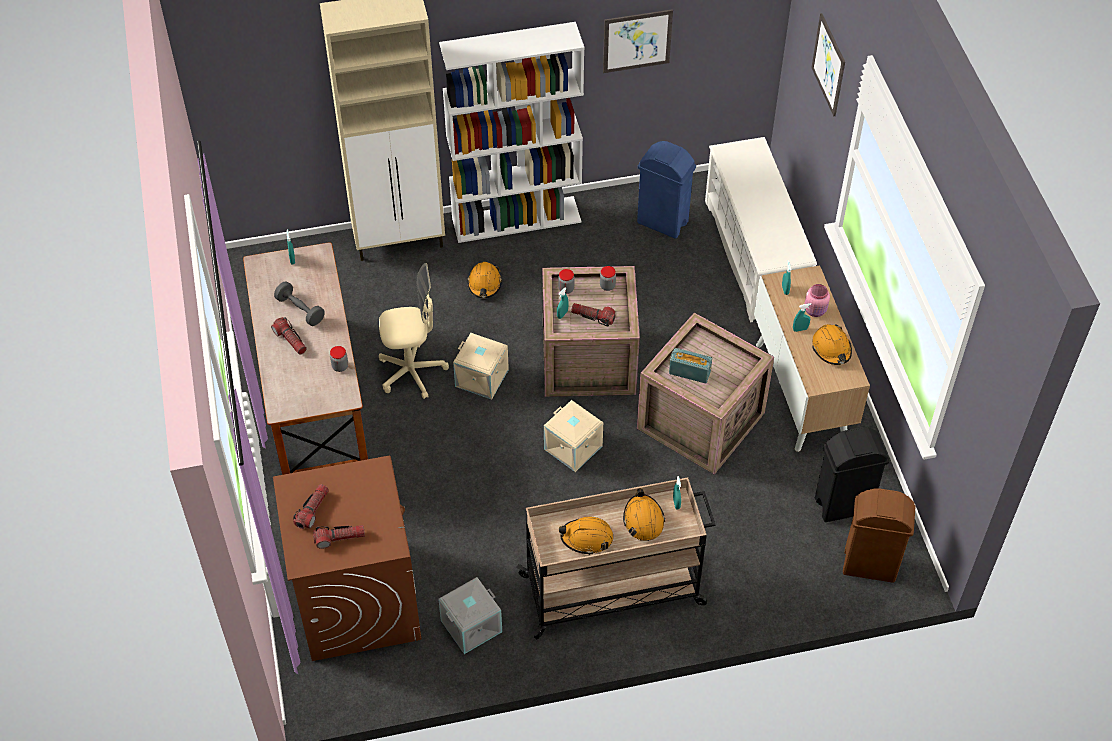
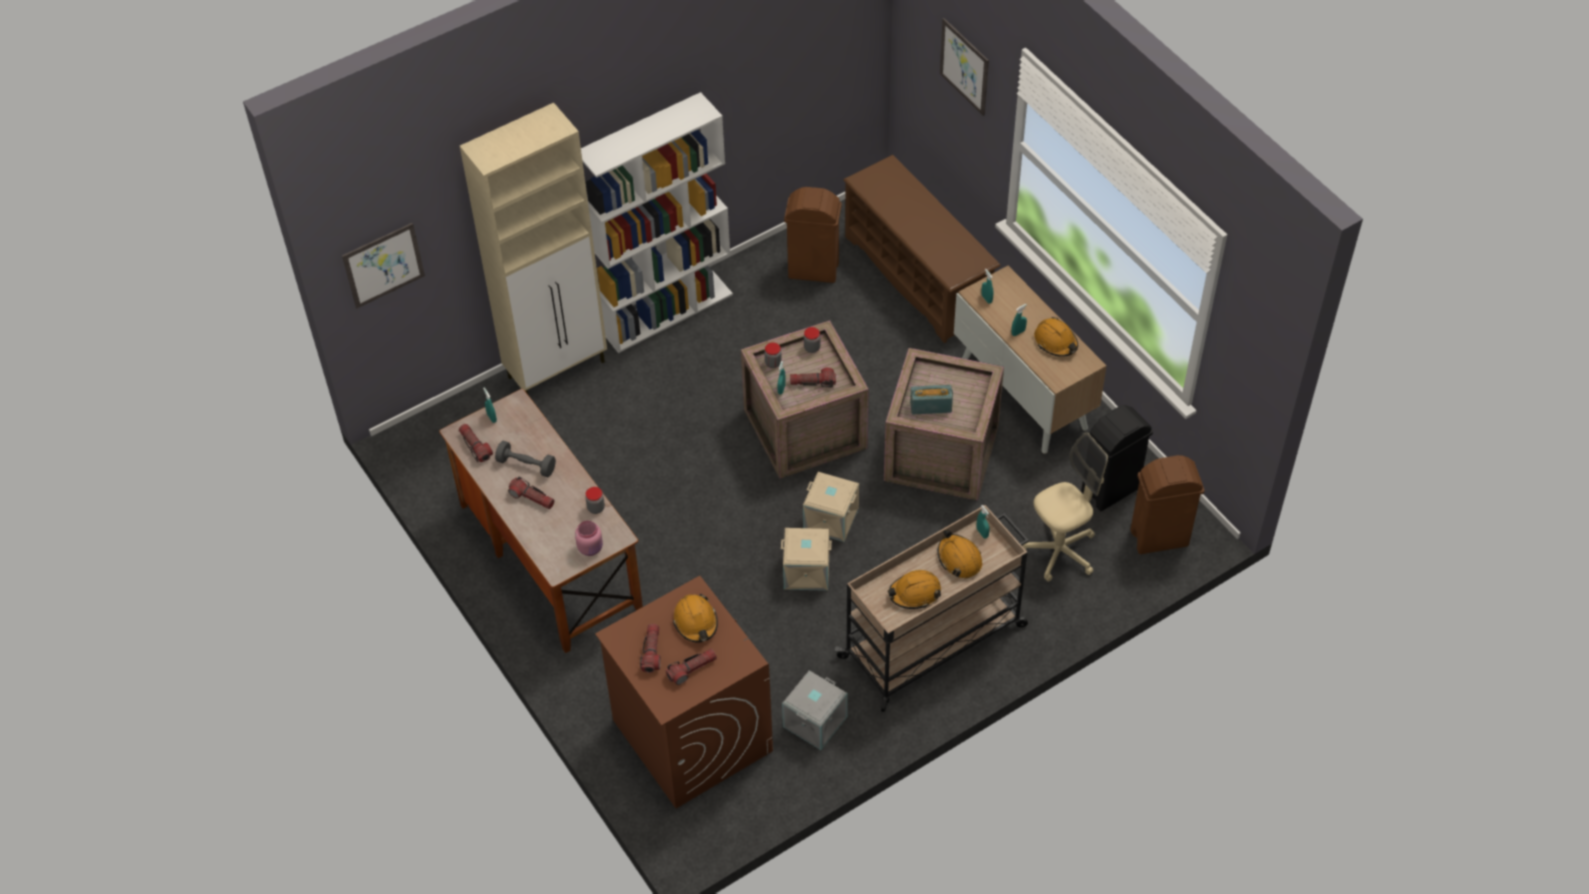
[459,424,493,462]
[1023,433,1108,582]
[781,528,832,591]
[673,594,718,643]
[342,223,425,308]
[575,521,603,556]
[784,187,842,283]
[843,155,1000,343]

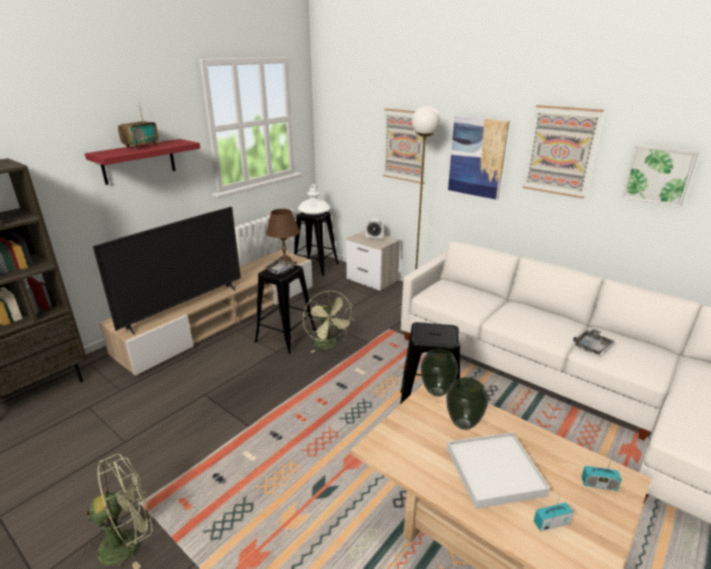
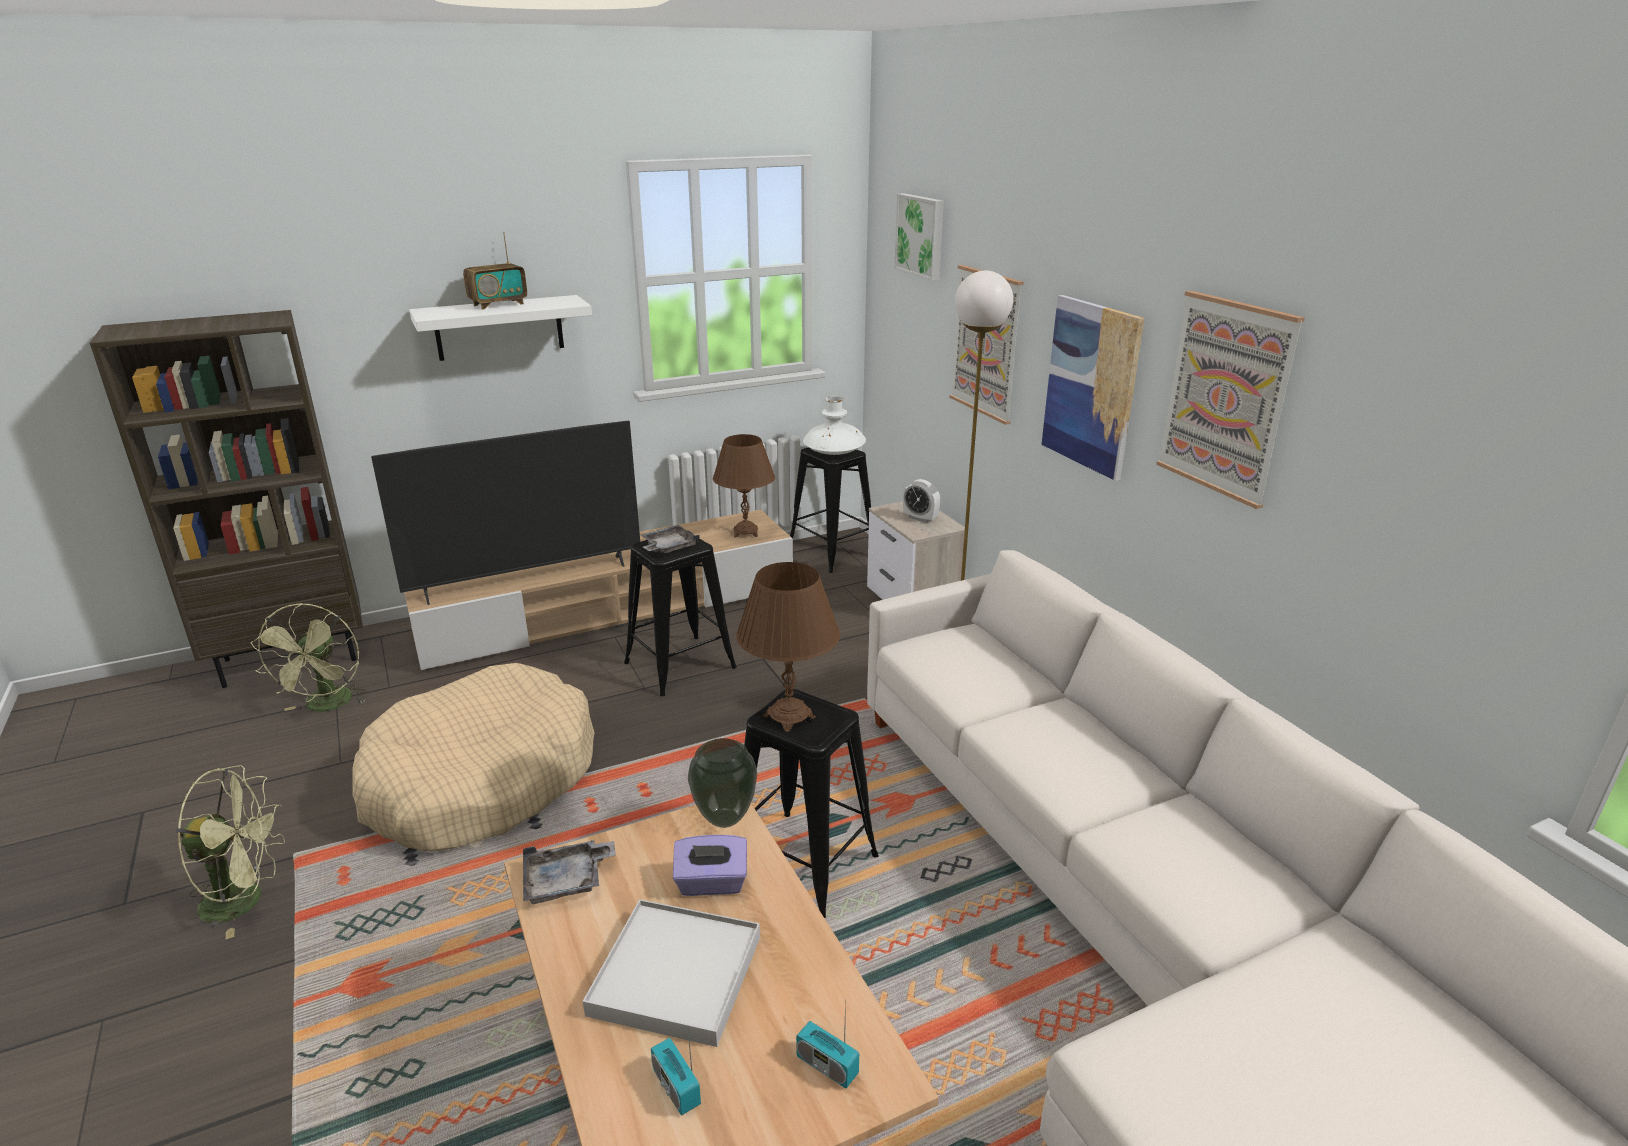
[353,663,595,852]
[736,562,840,732]
[250,603,368,712]
[523,840,616,904]
[894,193,944,281]
[673,835,747,896]
[409,295,592,361]
[651,1030,701,1116]

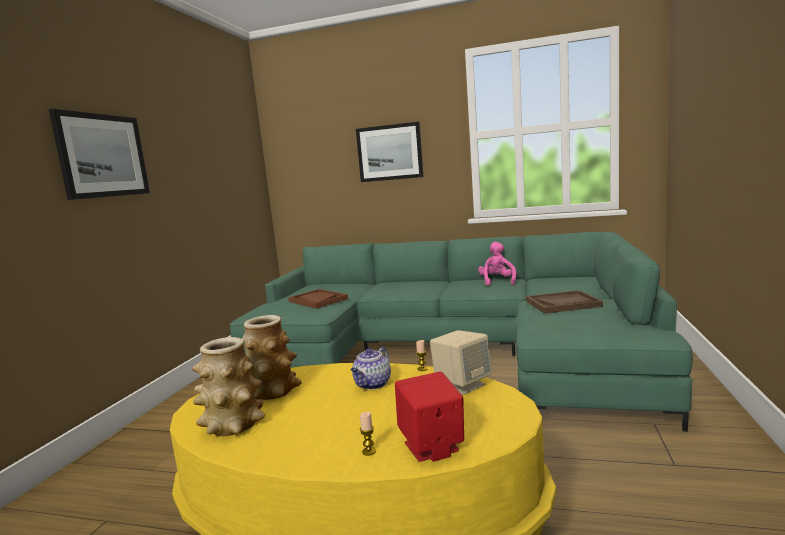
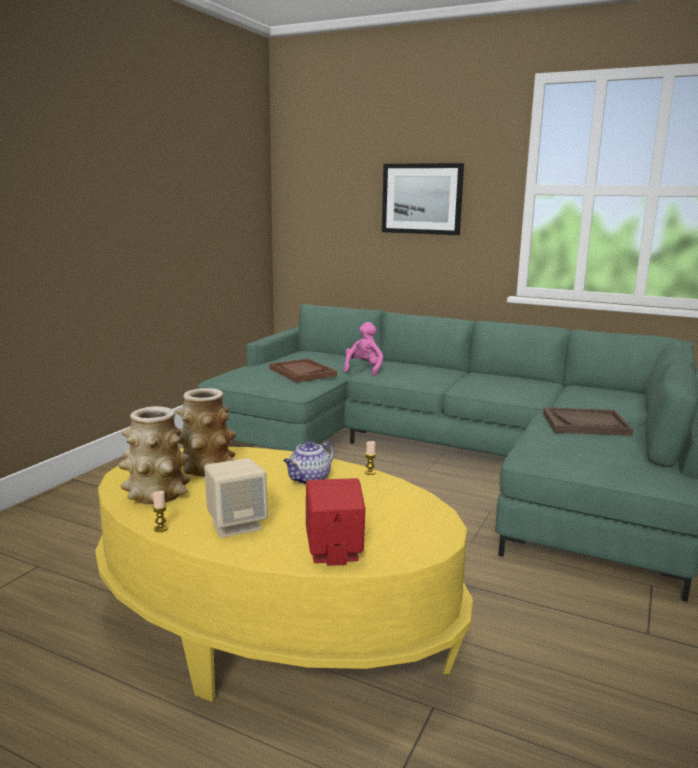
[49,109,150,200] (first image)
[153,491,168,532]
[204,458,268,538]
[344,322,383,376]

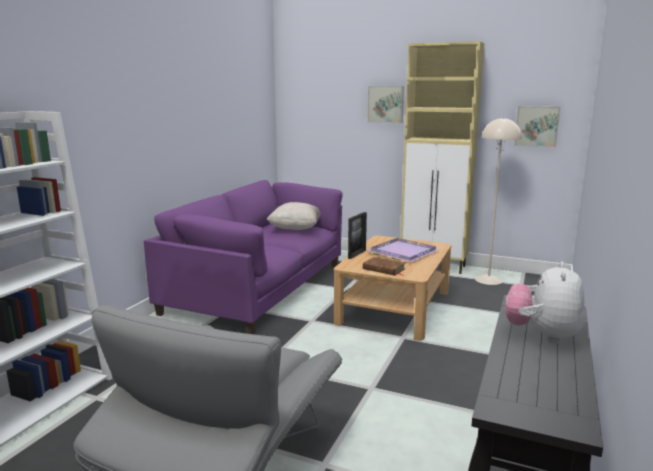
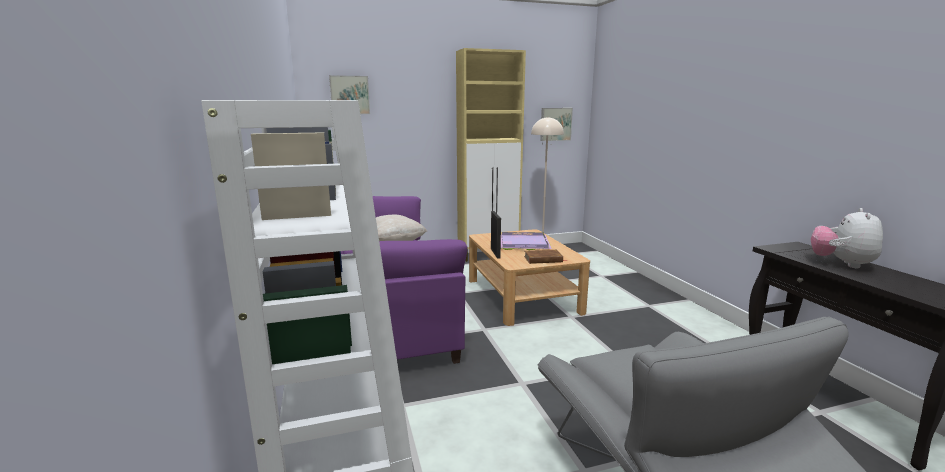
[329,75,370,114]
[811,208,883,268]

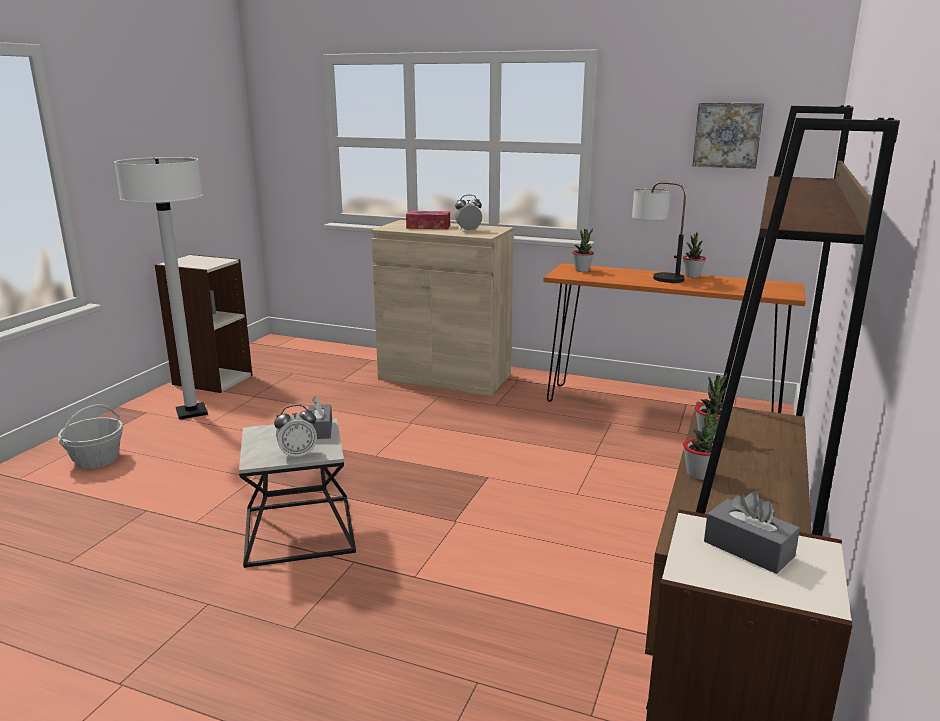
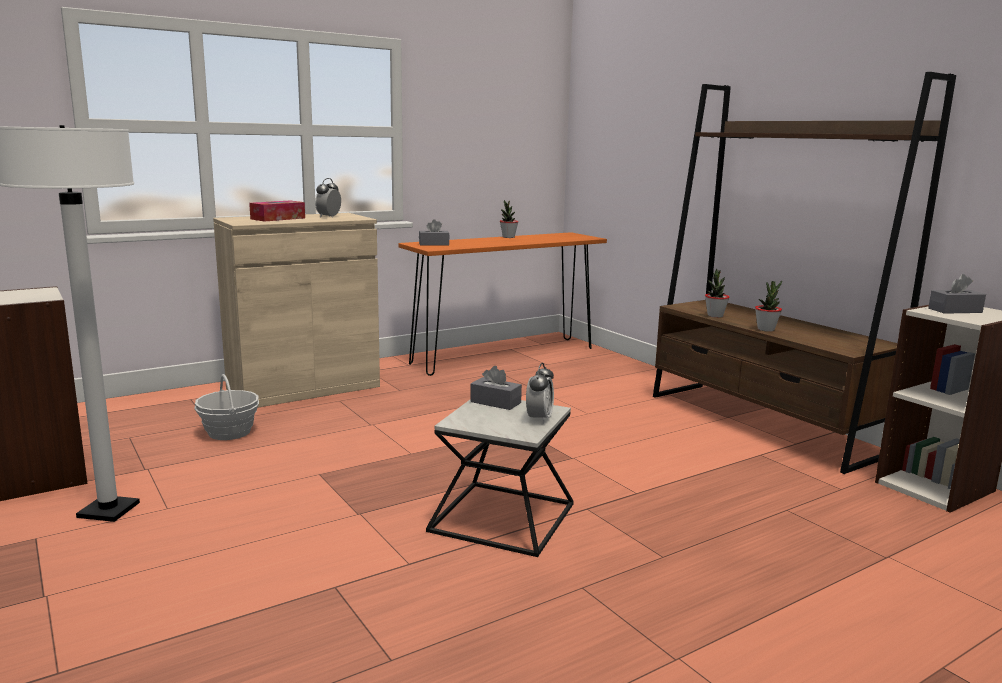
[632,182,686,283] (first image)
[692,102,764,169] (first image)
[194,374,259,440]
[419,219,450,245]

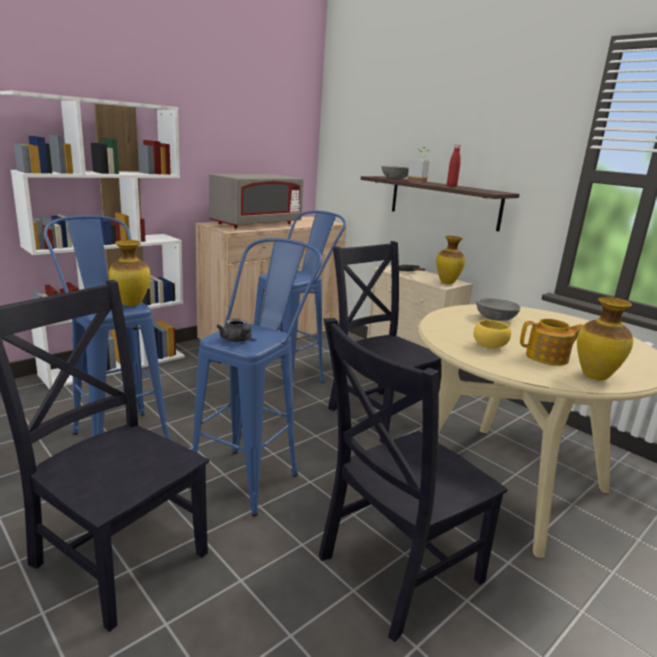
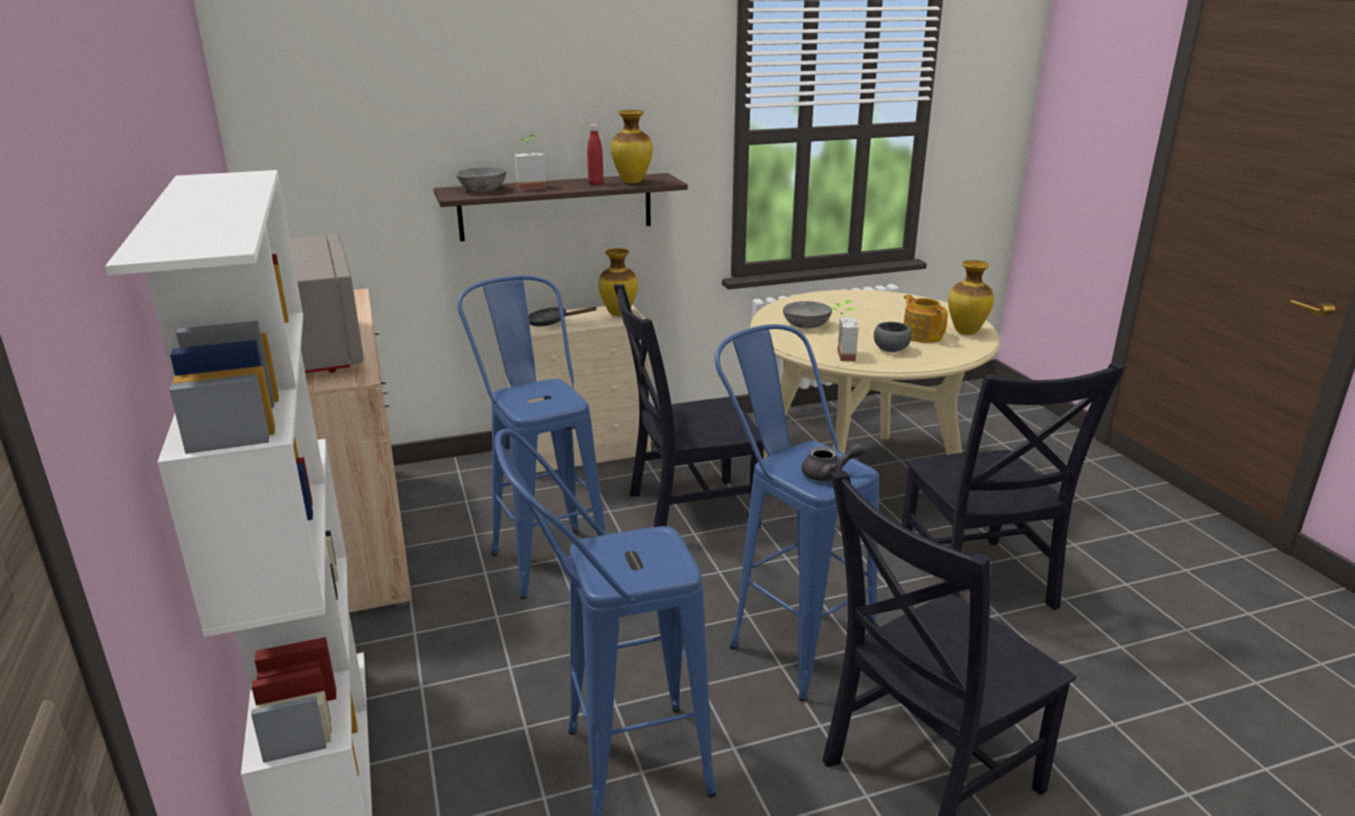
[831,300,858,361]
[611,110,653,184]
[874,322,912,352]
[904,295,948,343]

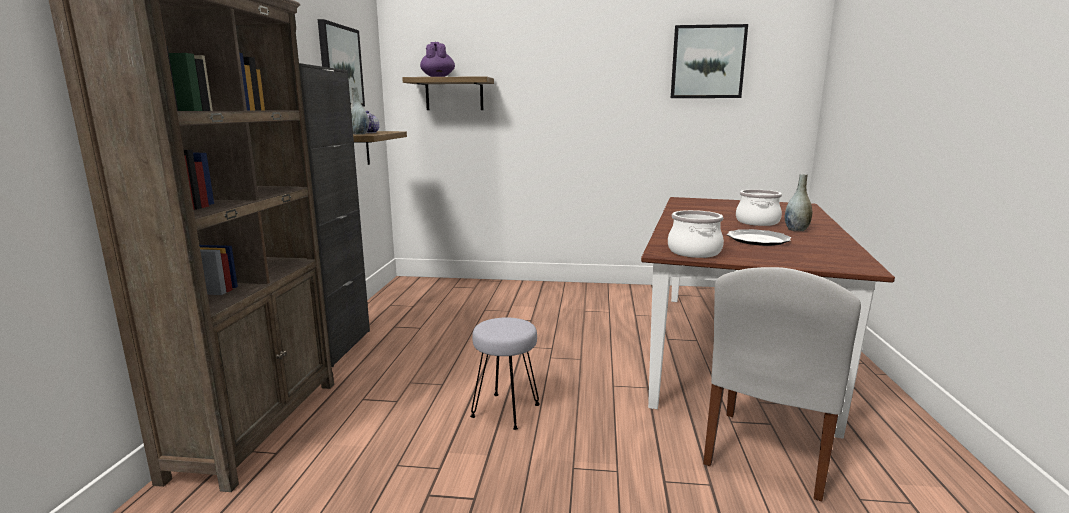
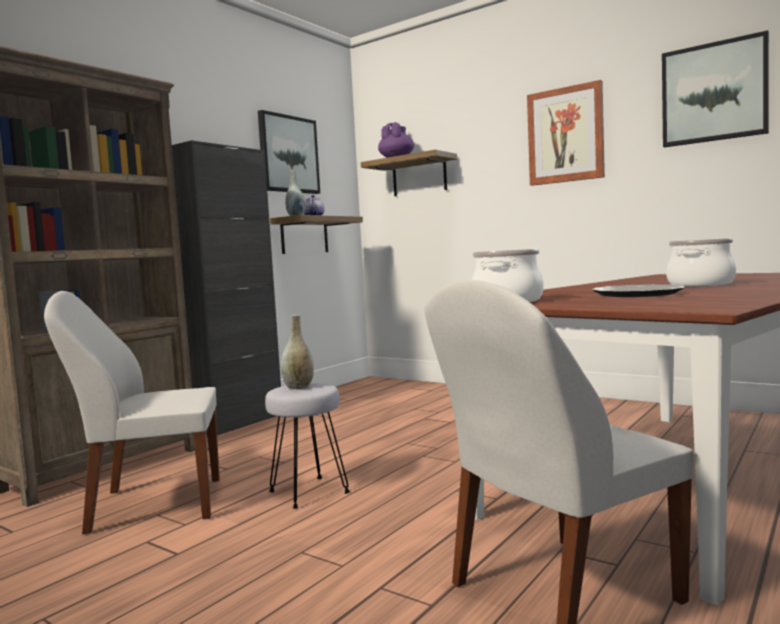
[44,291,220,534]
[527,80,605,186]
[281,315,314,389]

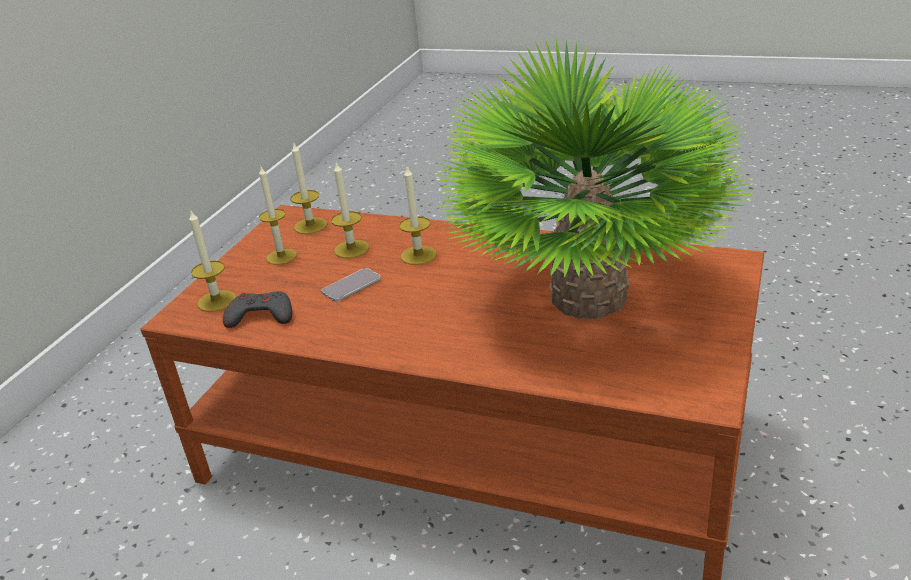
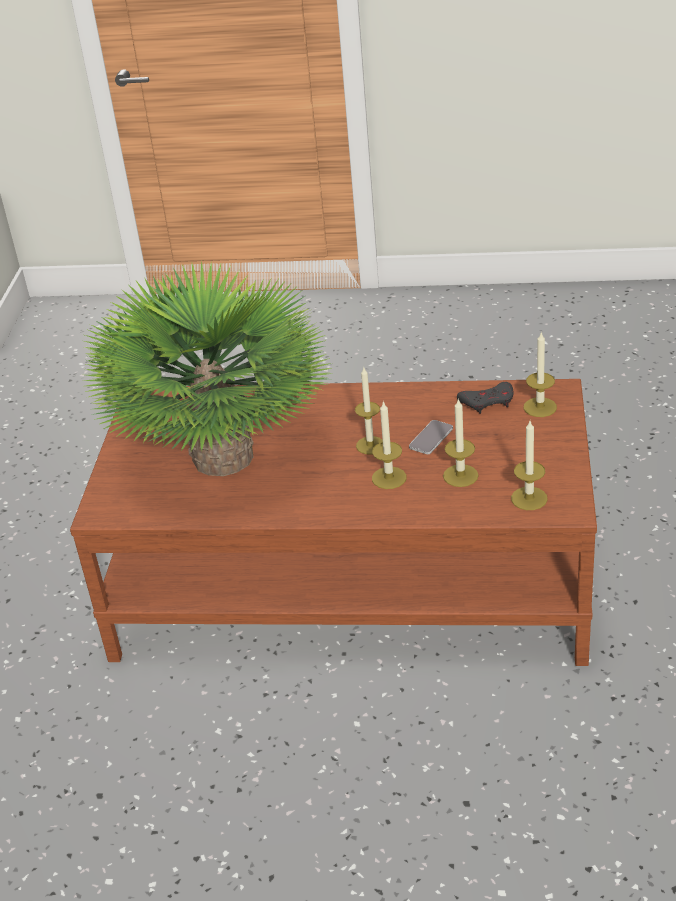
[355,366,383,454]

